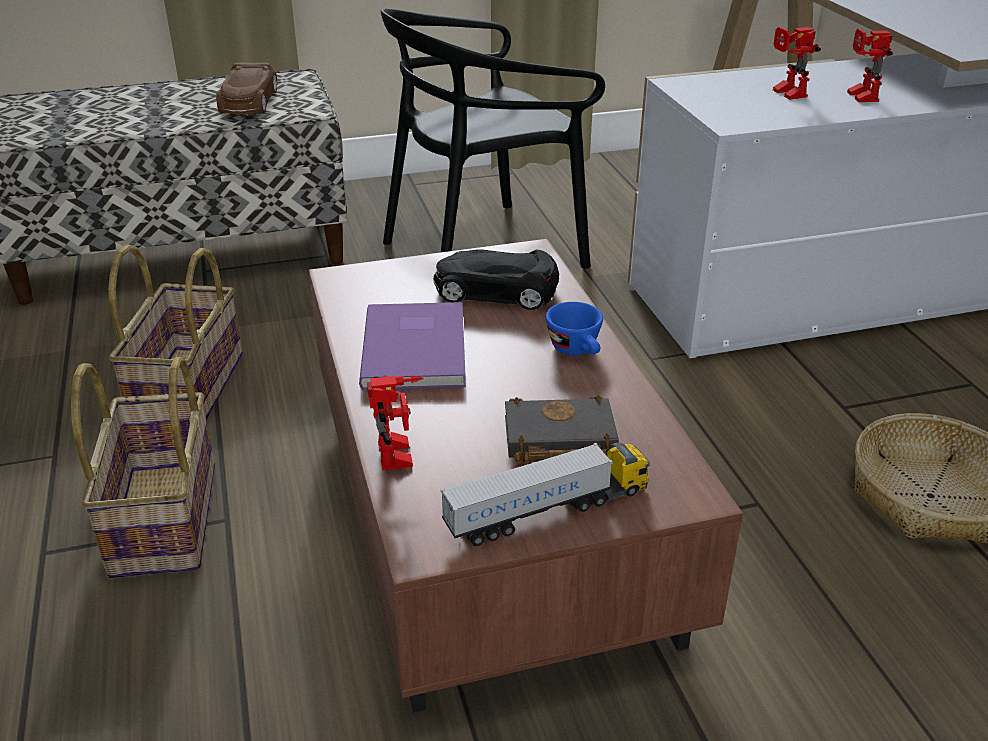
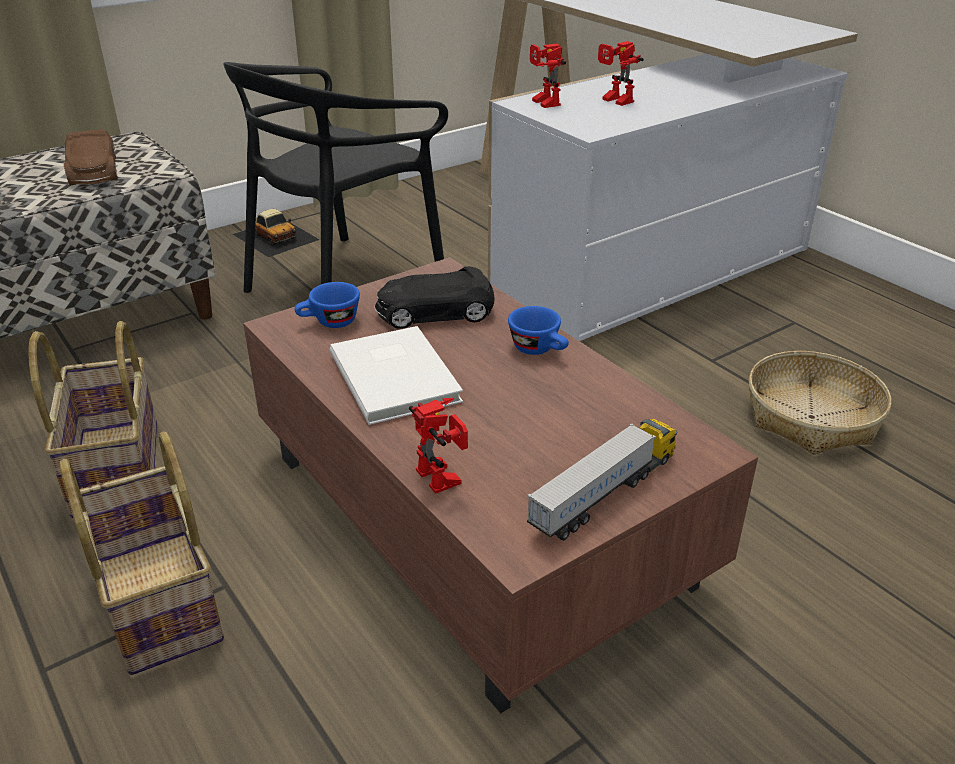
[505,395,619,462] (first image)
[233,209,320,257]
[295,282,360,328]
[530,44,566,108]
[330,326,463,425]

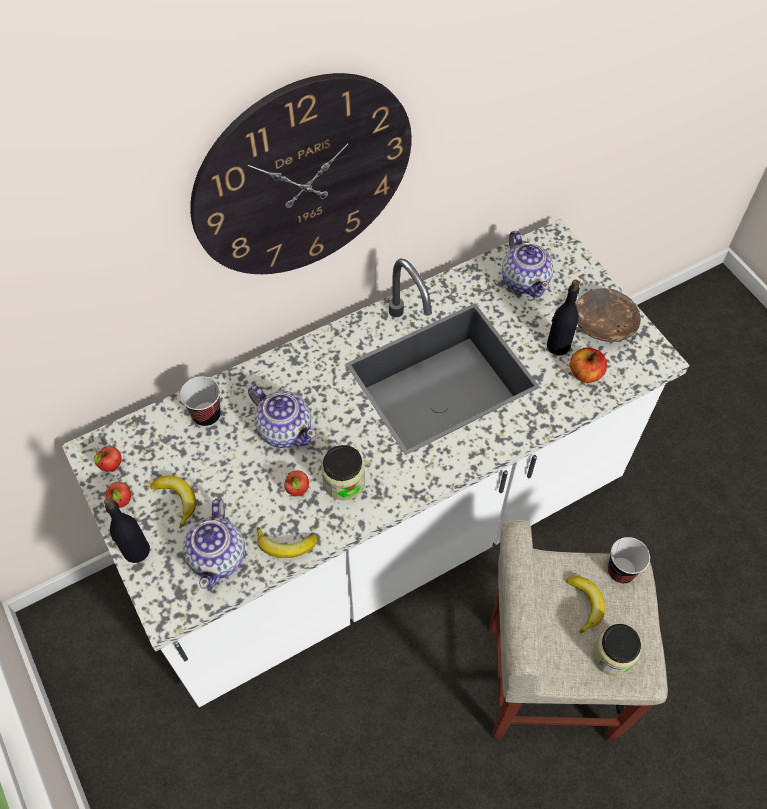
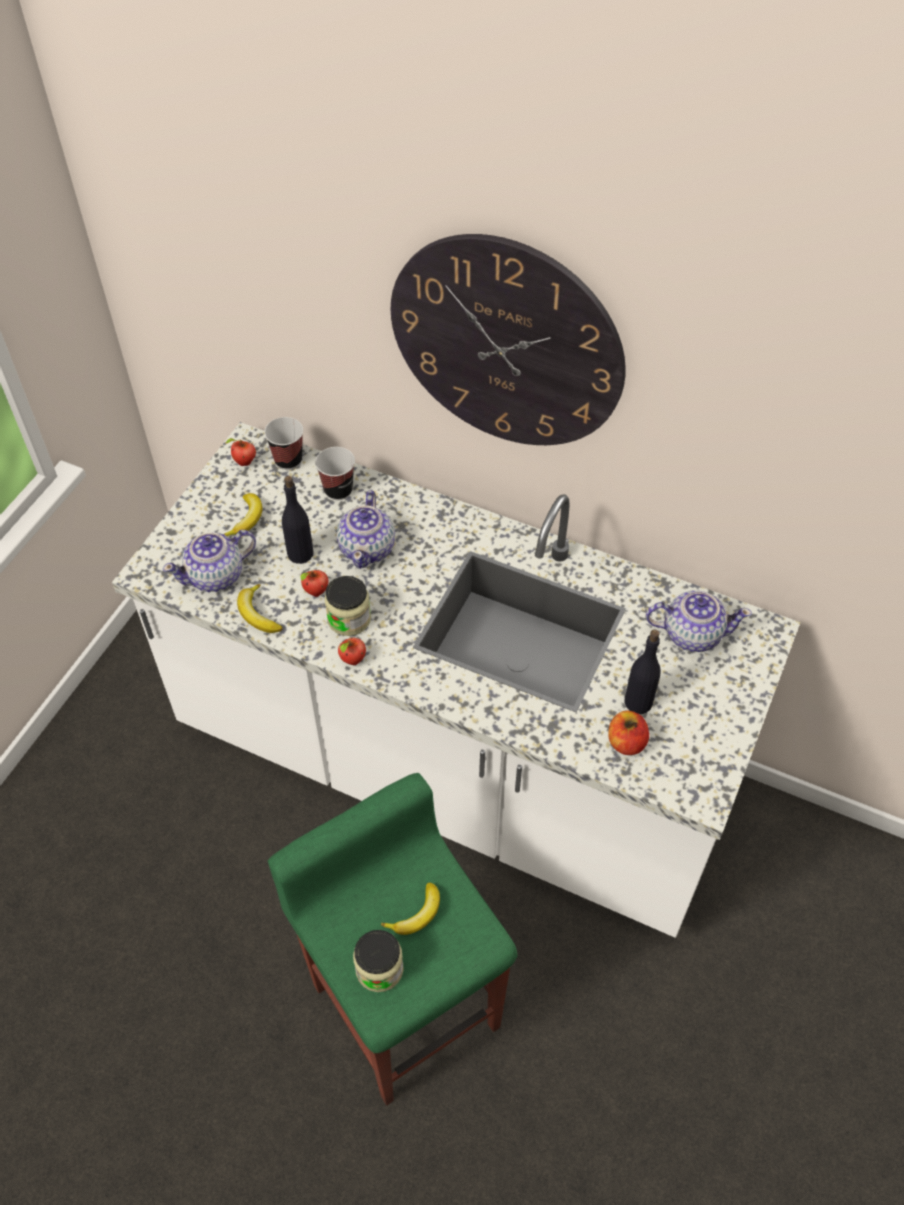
[576,288,641,342] (first image)
[282,476,314,564]
[338,637,366,665]
[264,417,303,470]
[268,773,517,1105]
[646,591,752,652]

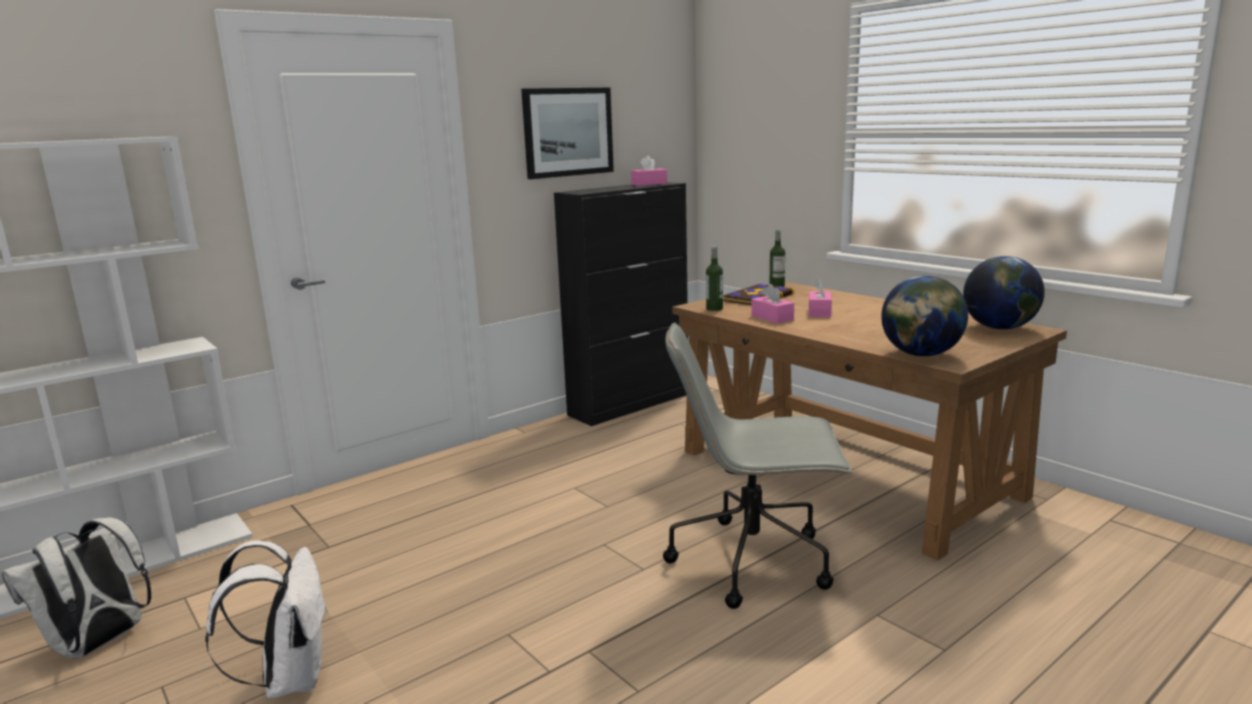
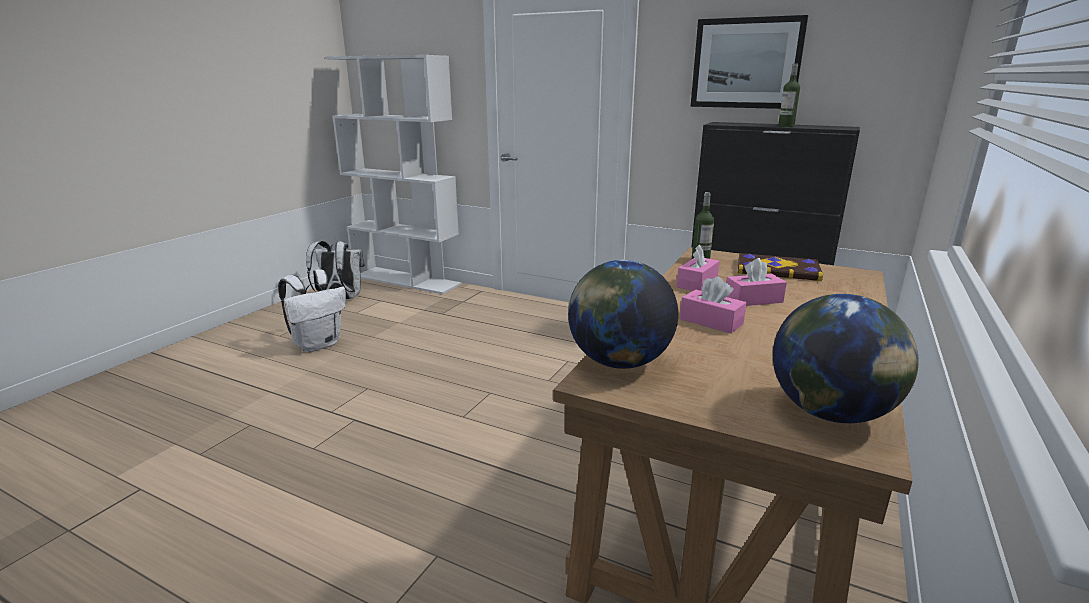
[663,323,852,609] (first image)
[680,277,746,334]
[778,64,800,127]

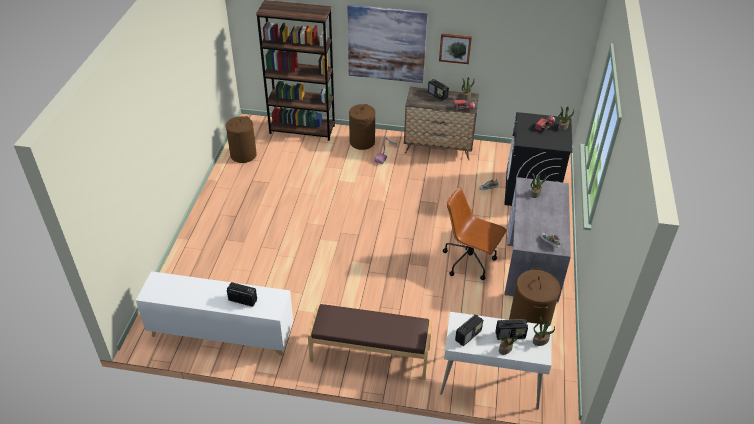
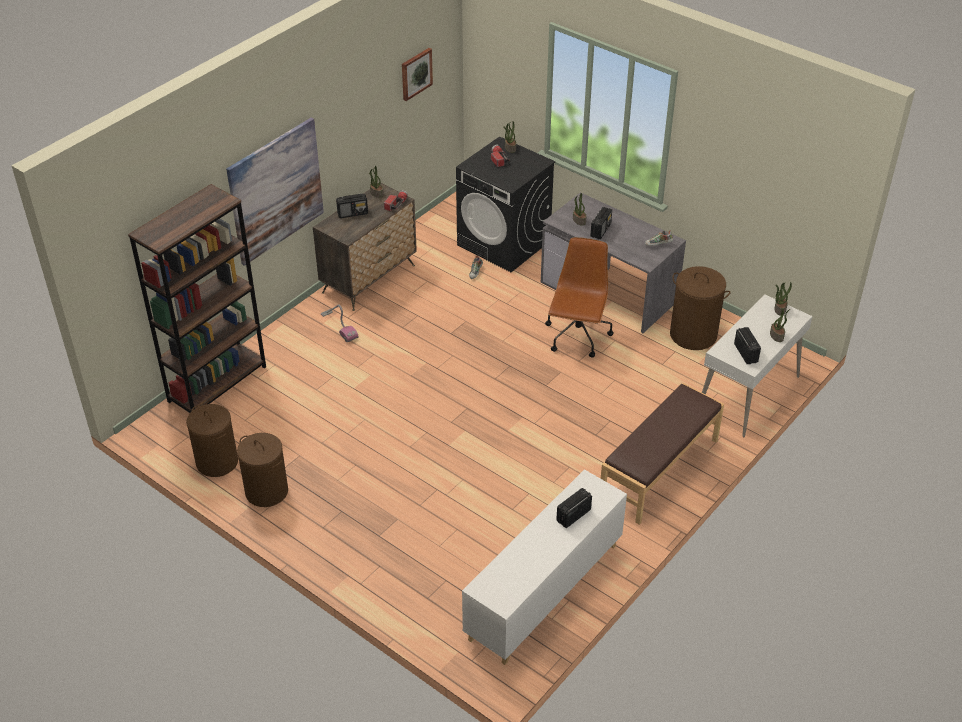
[237,433,288,507]
[402,48,433,101]
[590,207,612,239]
[545,237,614,357]

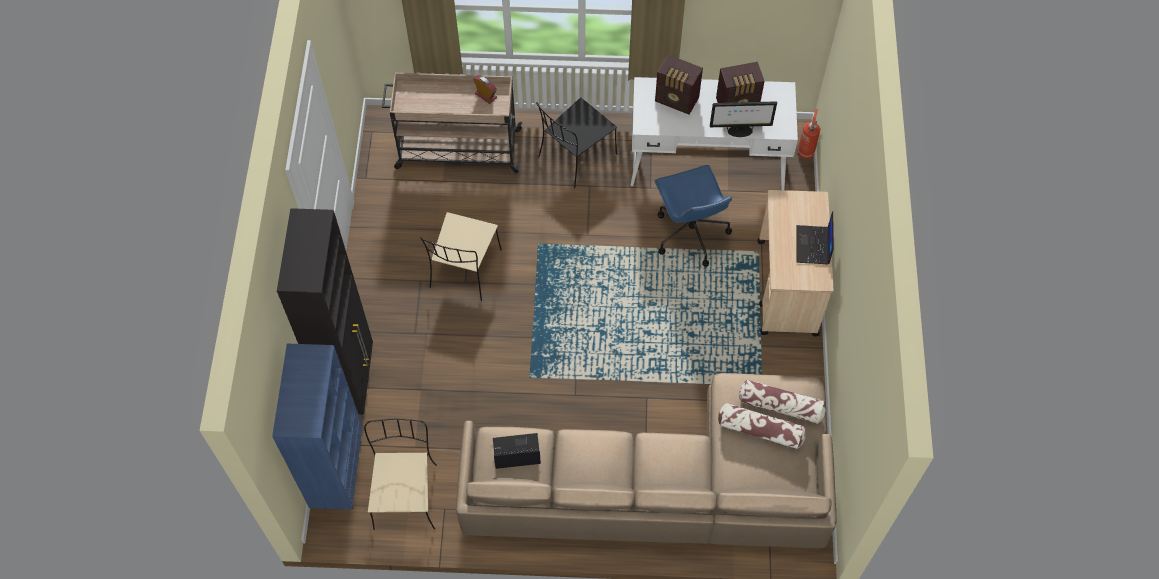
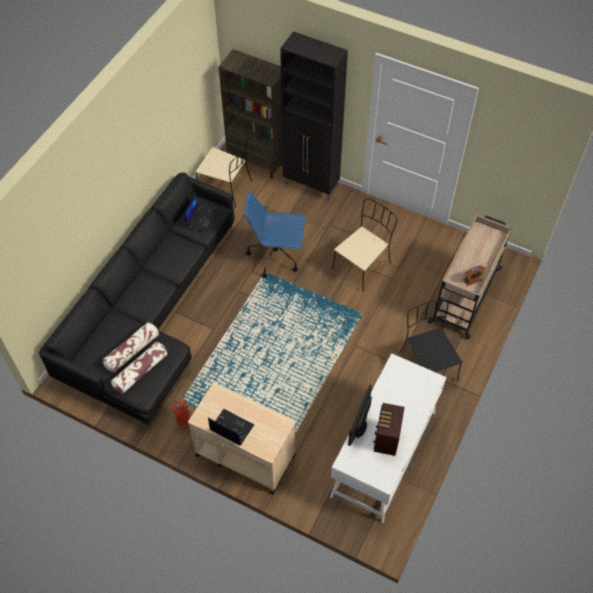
[655,54,703,115] (first image)
[244,191,305,278]
[173,398,191,428]
[219,49,283,179]
[39,173,235,425]
[332,198,397,292]

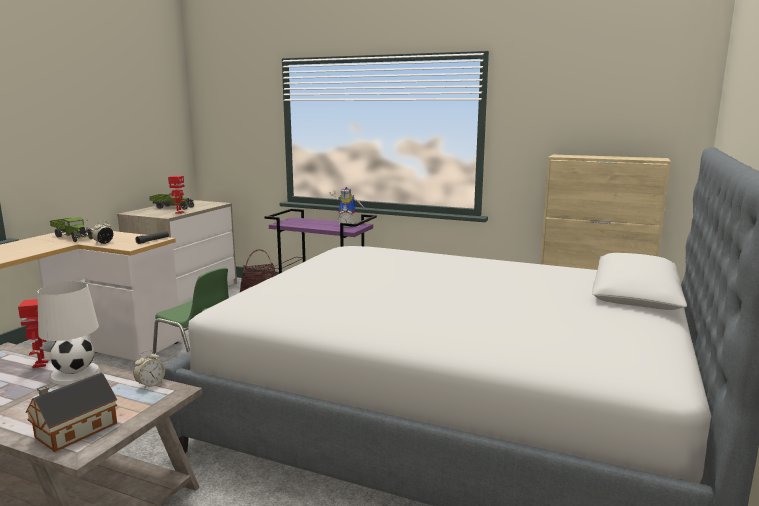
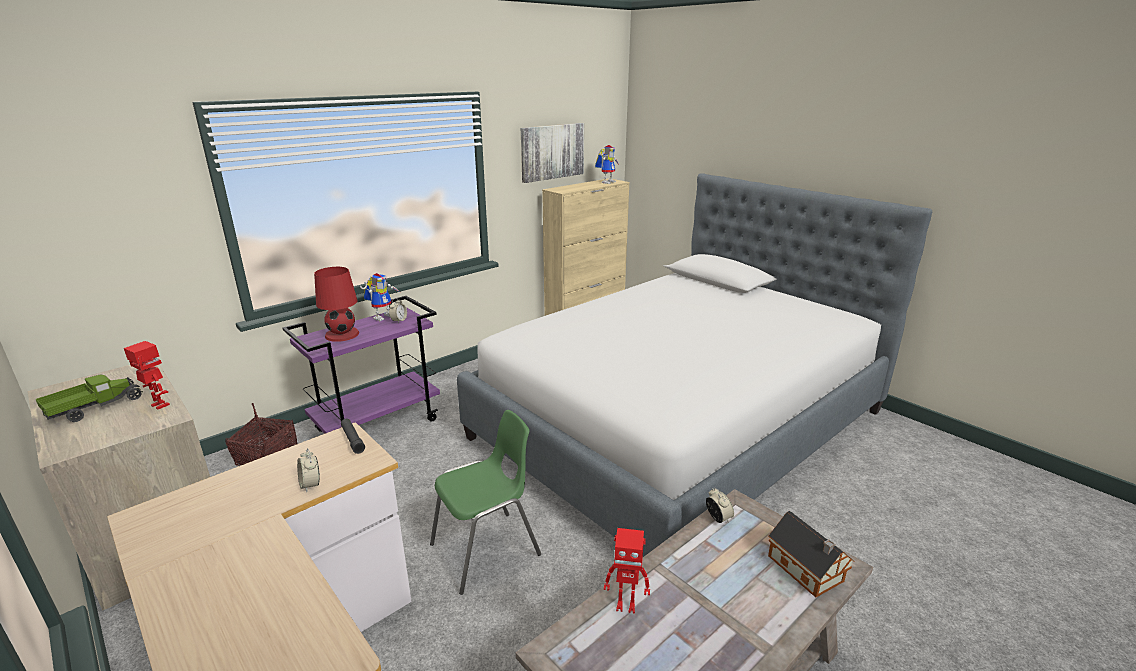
[37,281,100,385] (first image)
[50,217,93,242] (first image)
[314,267,359,342]
[521,123,584,183]
[595,145,619,184]

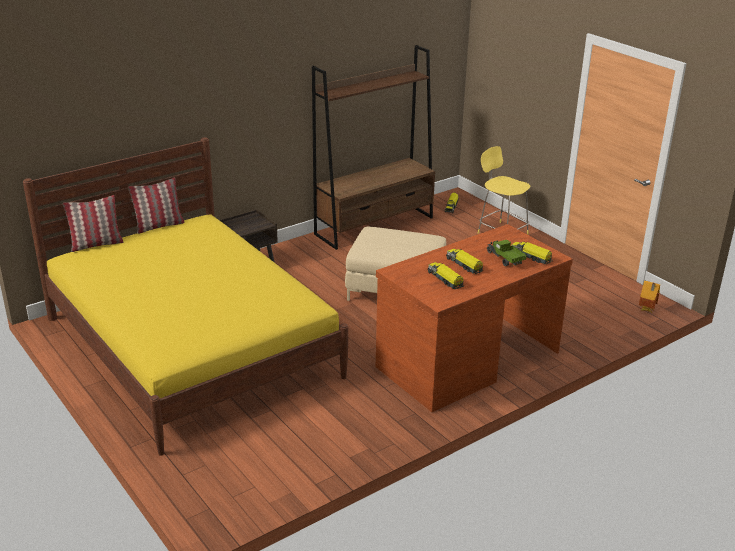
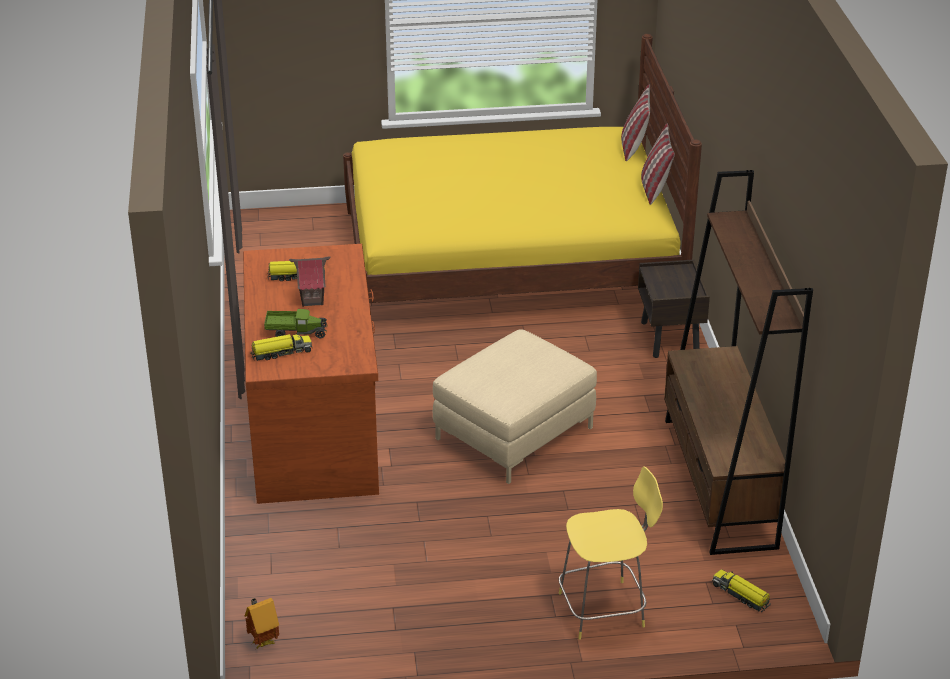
[289,256,330,307]

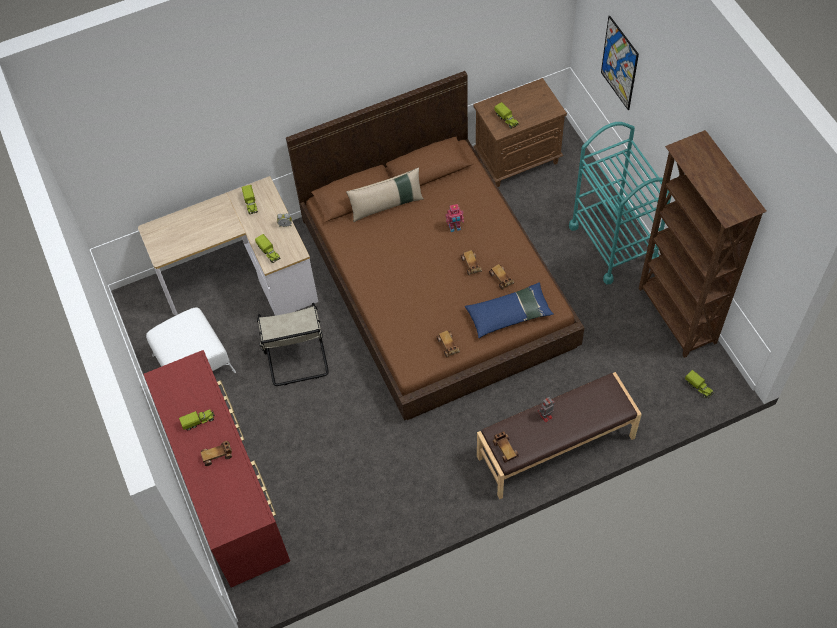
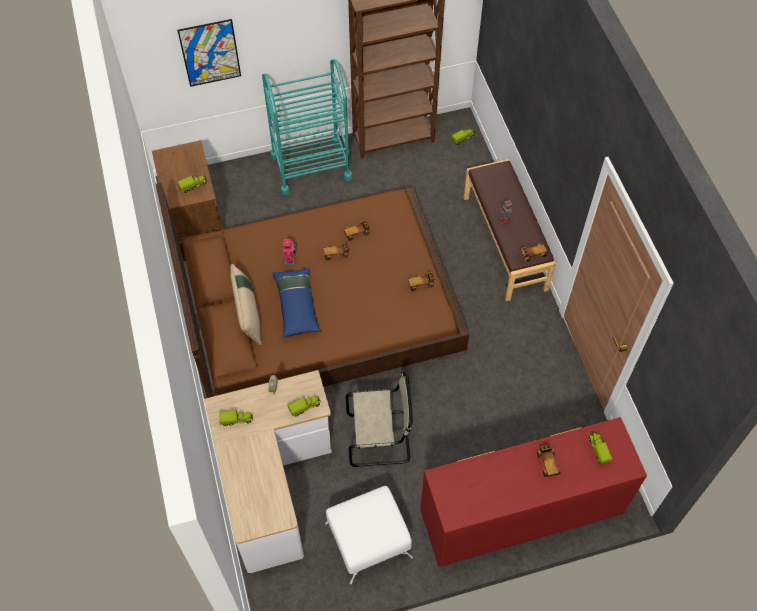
[589,432,612,464]
[272,267,321,338]

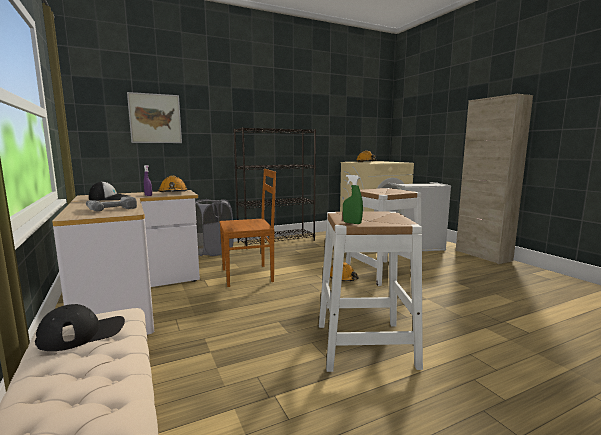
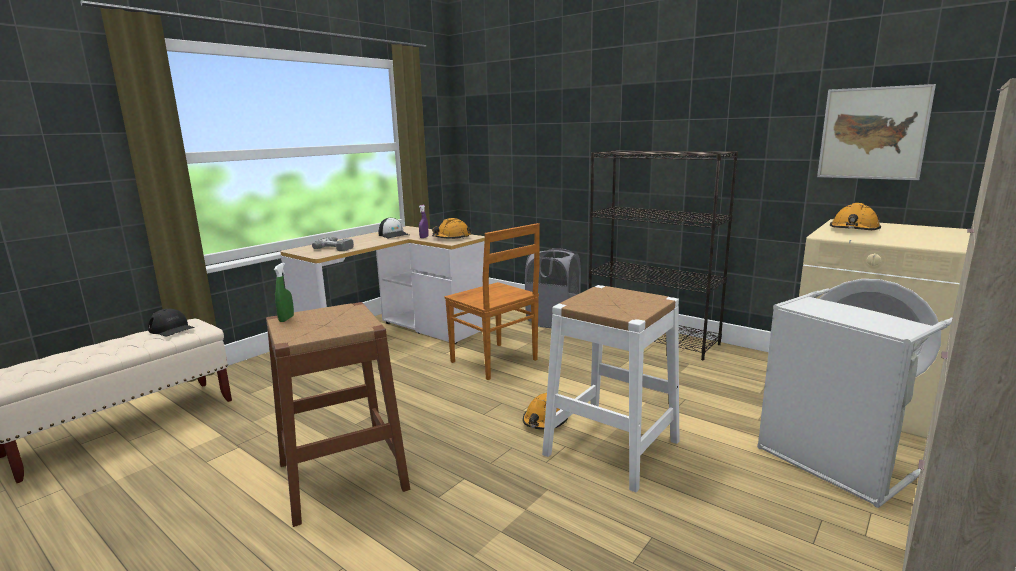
[817,84,936,180]
[266,302,410,527]

